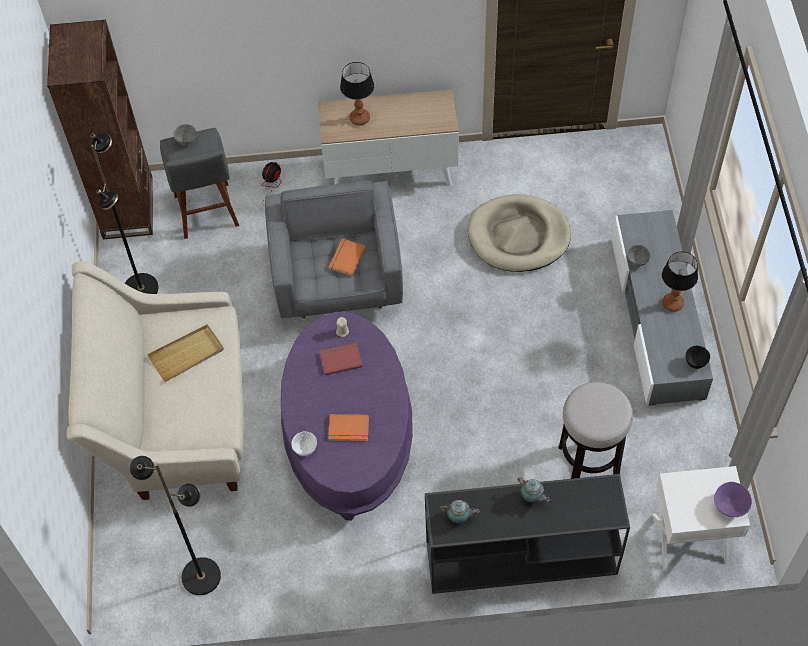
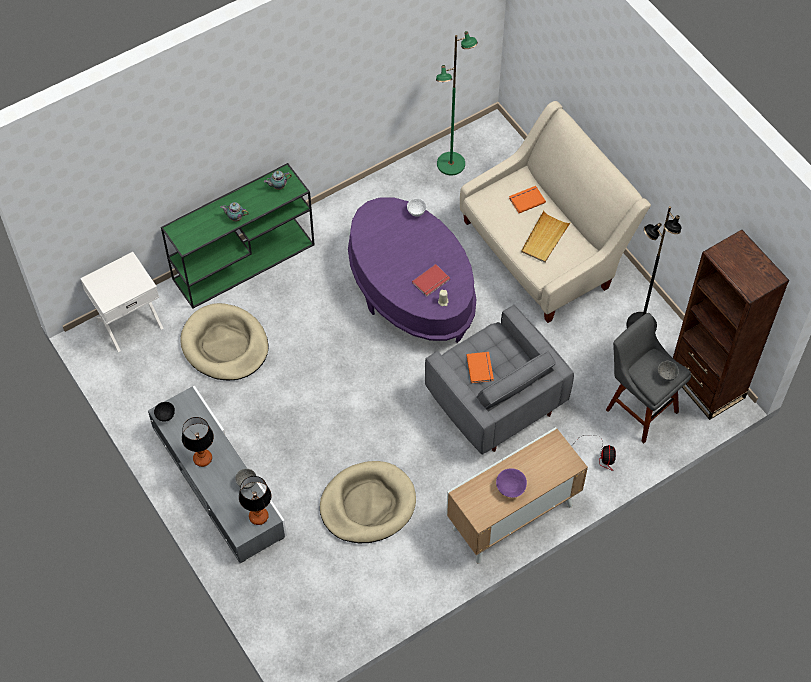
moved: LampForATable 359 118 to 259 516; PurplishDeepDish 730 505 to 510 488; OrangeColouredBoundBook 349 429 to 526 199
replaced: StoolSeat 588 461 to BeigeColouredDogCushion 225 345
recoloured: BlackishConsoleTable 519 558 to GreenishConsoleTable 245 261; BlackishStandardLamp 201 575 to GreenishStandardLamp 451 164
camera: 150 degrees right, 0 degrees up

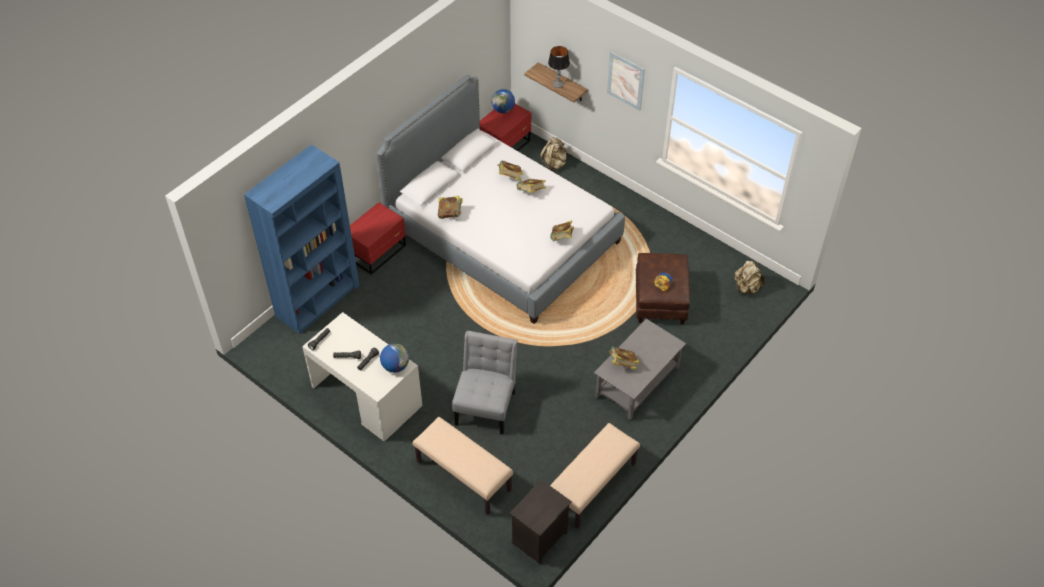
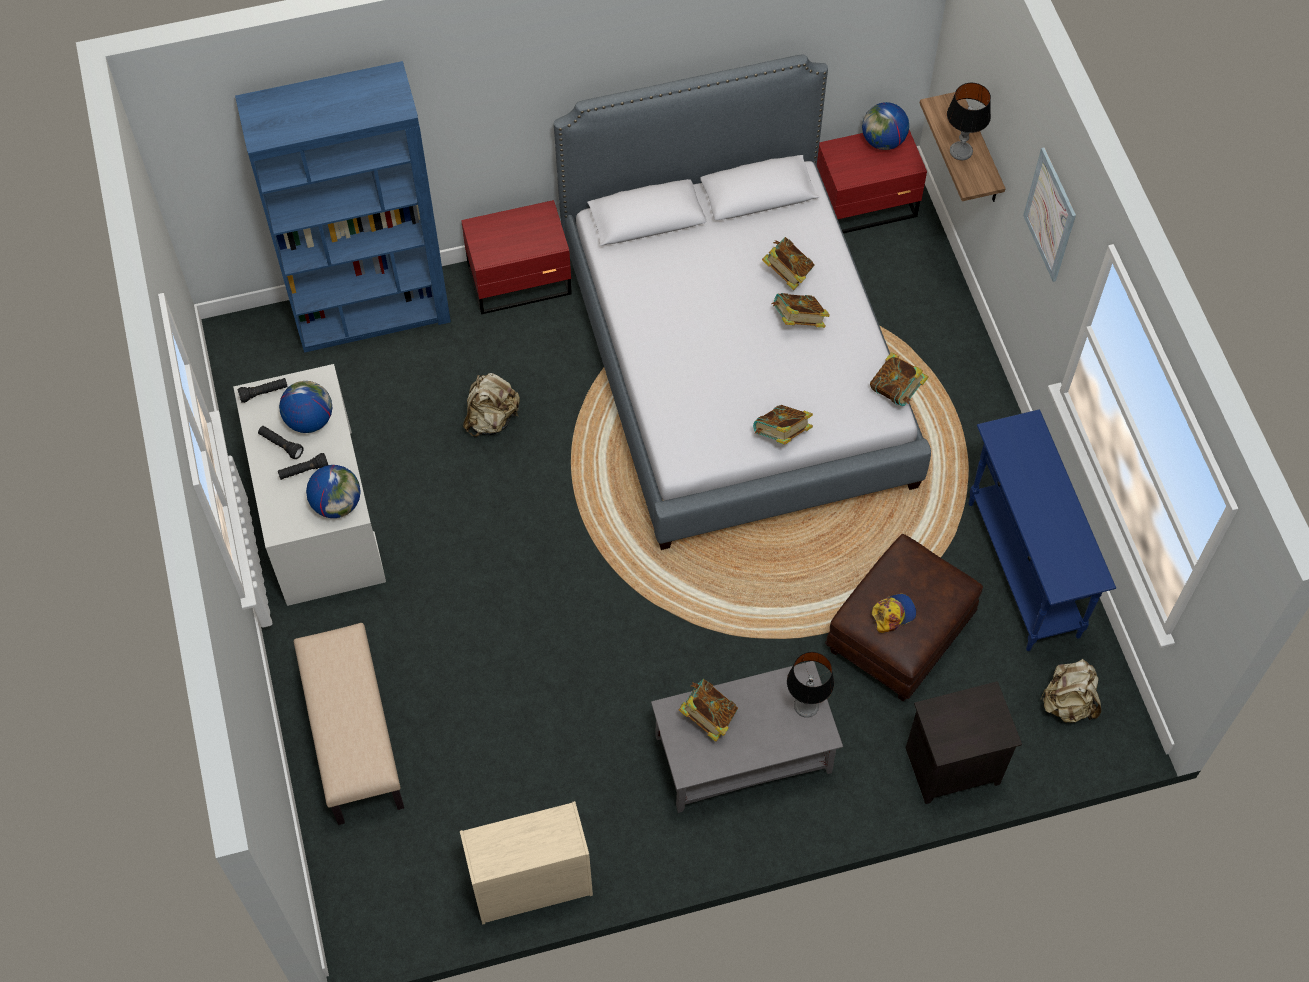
removed: GreyPlainChair 486 405
added: DeskGlobe 309 420; LampForATable 806 706; BlueColouredConsoleTable 1023 569
moved: BeigeColouredRucksack 554 164 to 492 419; BoundBook 450 214 to 896 390; BlackishNightTable 540 539 to 951 768
replaced: BeigeColouredBench 593 486 to BeigeColouredDresser 529 885
camera: 35 degrees right, 10 degrees up

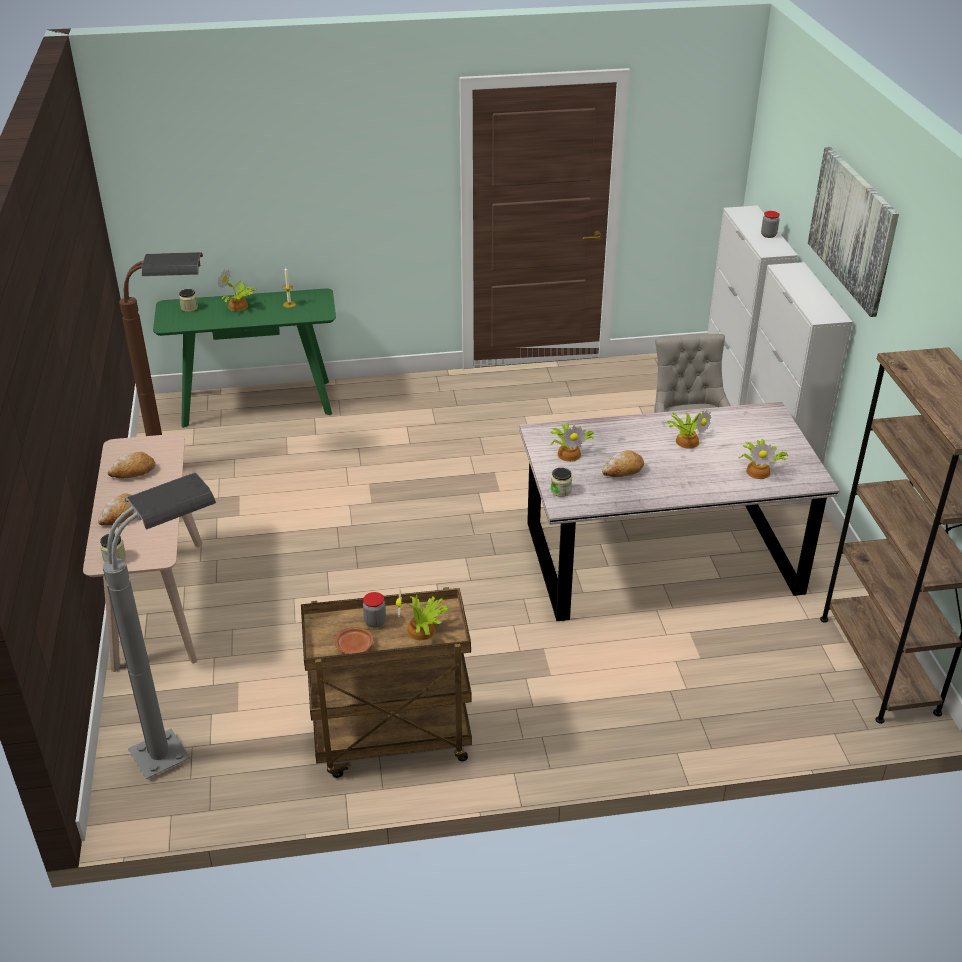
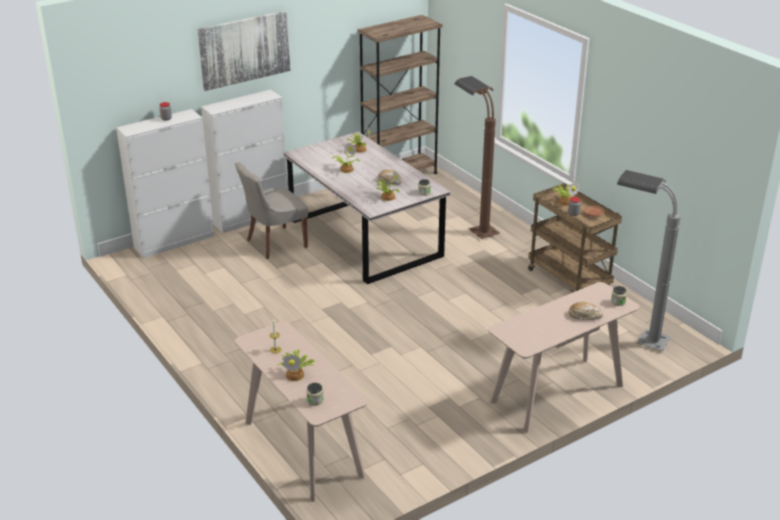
removed: BakedBread 133 472
moved: BrownishStandardLamp 186 469 to 474 226
recoloured: GreenishConsoleTable 257 403 to BeigeColouredConsoleTable 302 449
camera: 115 degrees left, 5 degrees down

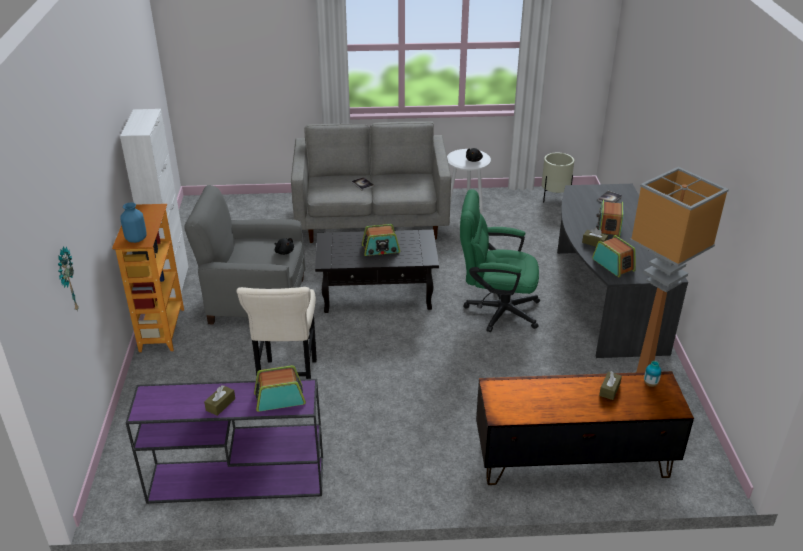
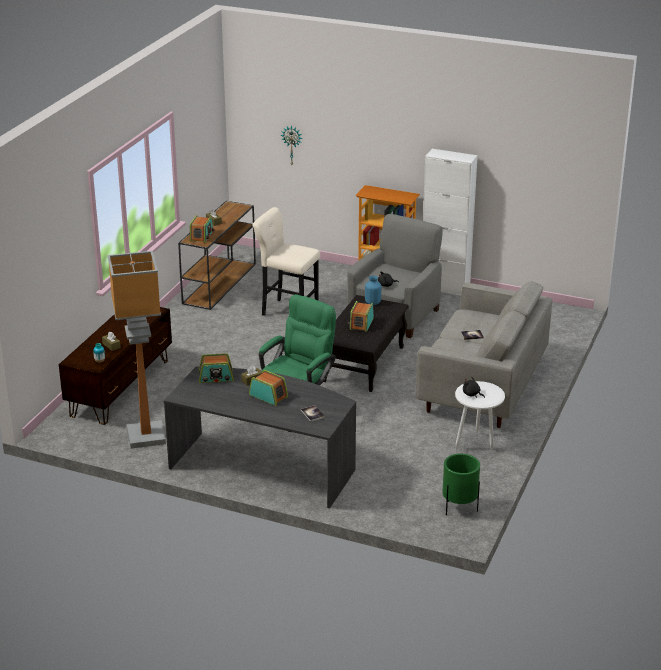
moved: BlueColouredFlowerVase 136 239 to 372 303
recoloured: PurplishConsoleTable 235 480 to BrownishConsoleTable 220 283; BeigeColouredPlantPot 554 198 to GreenishPlantPot 459 507
camera: 115 degrees right, 5 degrees down

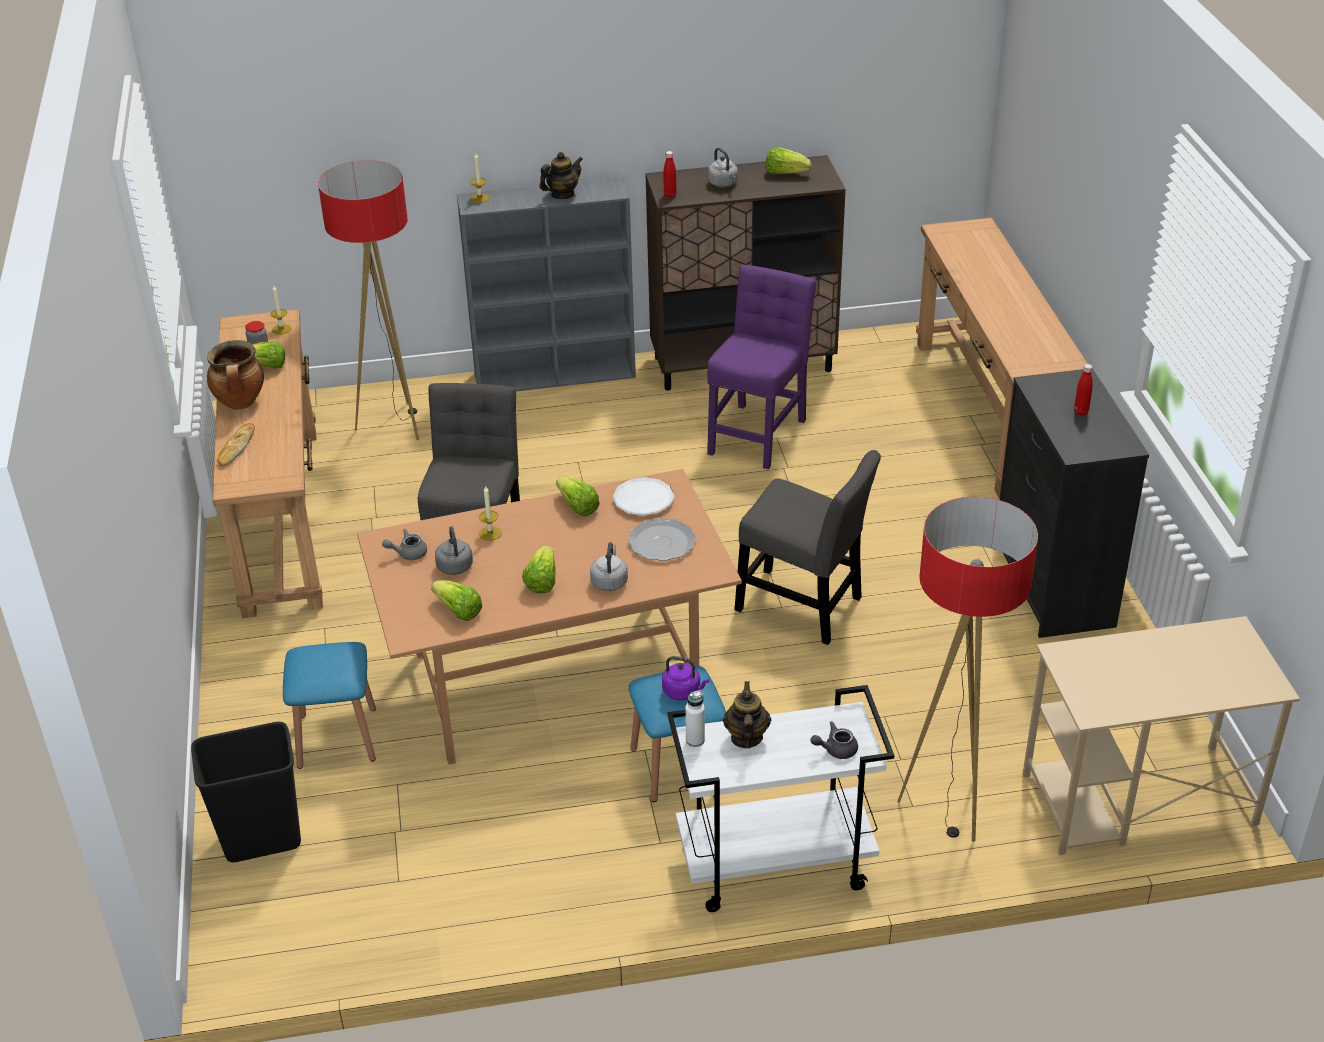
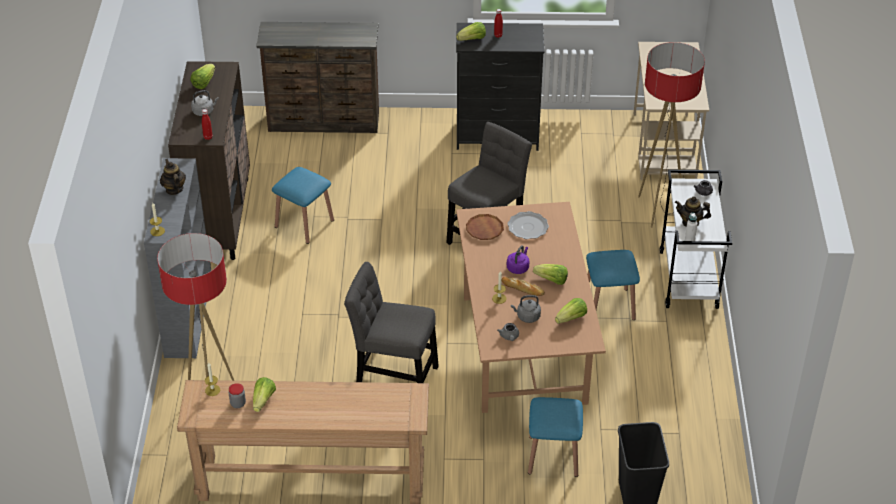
removed: Saucepot 241 403; GreyTeaKettle 609 581
moved: HeadOfLettuce 577 507 to 472 39; BakedBread 236 448 to 522 288; PurplishTeaKettle 683 691 to 518 267
replaced: BrownishConsoleTable 988 412 to BrownishDresser 324 122; PurplishPlainChair 758 433 to BlueColouredStoolSeat 304 223
recoloured: WhitishDinnerPlate 643 500 to BrownishDinnerPlate 484 229
camera: 80 degrees left, 5 degrees up

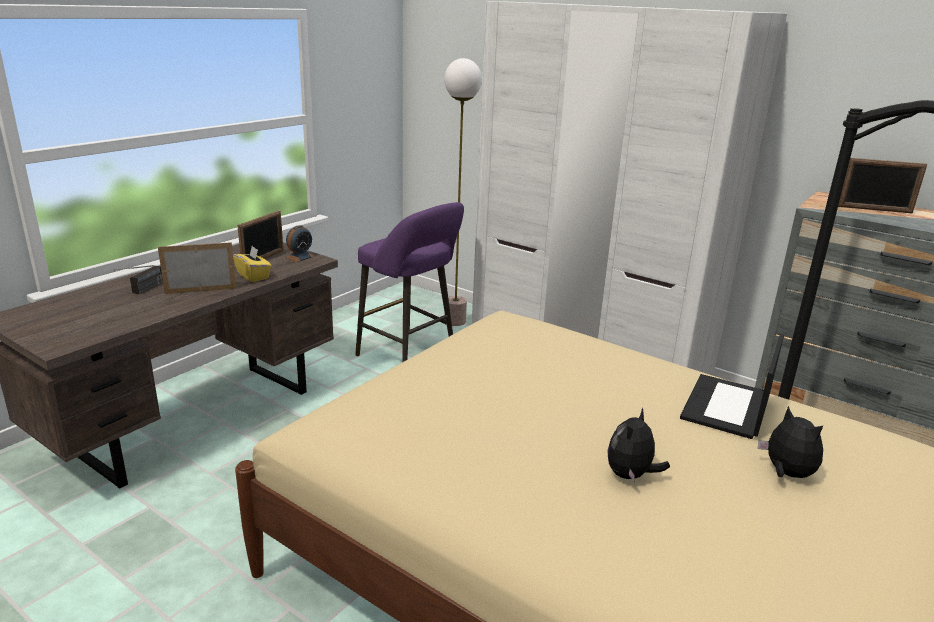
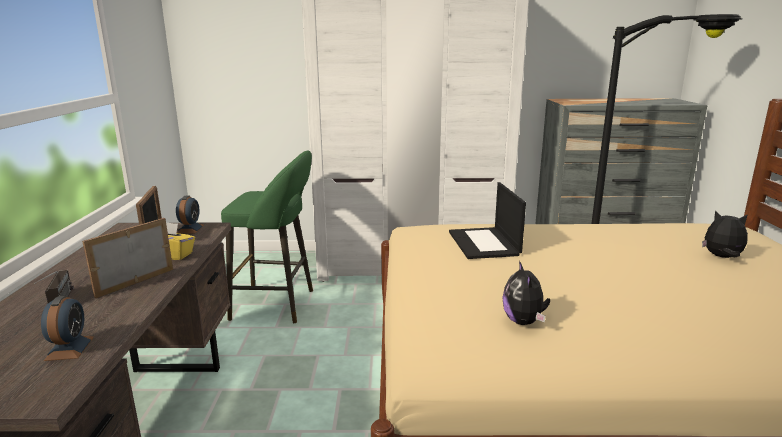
removed: StandardLamp 455 321; PhotoFrame 874 209
added: BedsideClock 69 348
moved: NotebookComputer 727 407 to 484 243; CuddlyToy 631 475 to 524 322
recoloured: PurplishStoolSeat 410 357 to GreenishStoolSeat 278 305
camera: 35 degrees left, 5 degrees down

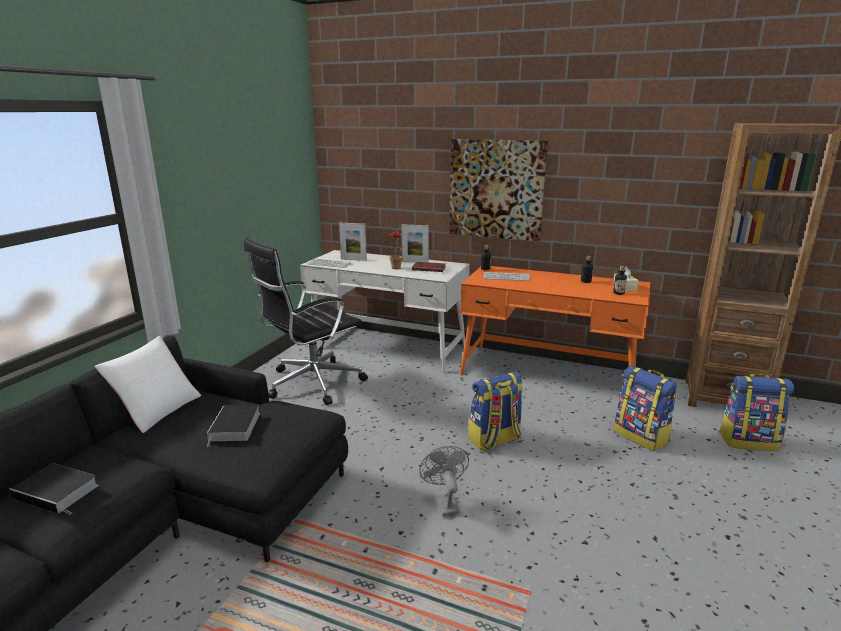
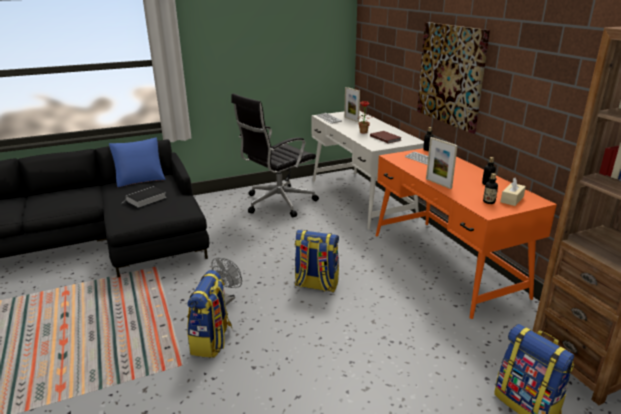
removed: BoundBook 58 492
moved: Rucksack 641 436 to 212 341; PhotoFrame 415 262 to 438 183
recoloured: WhitishPillow 157 409 to BlueColouredPillow 140 179
turned: BlackishComputerChair 311 383 = 277 203 45 degrees counterclockwise
camera: 45 degrees right, 5 degrees up

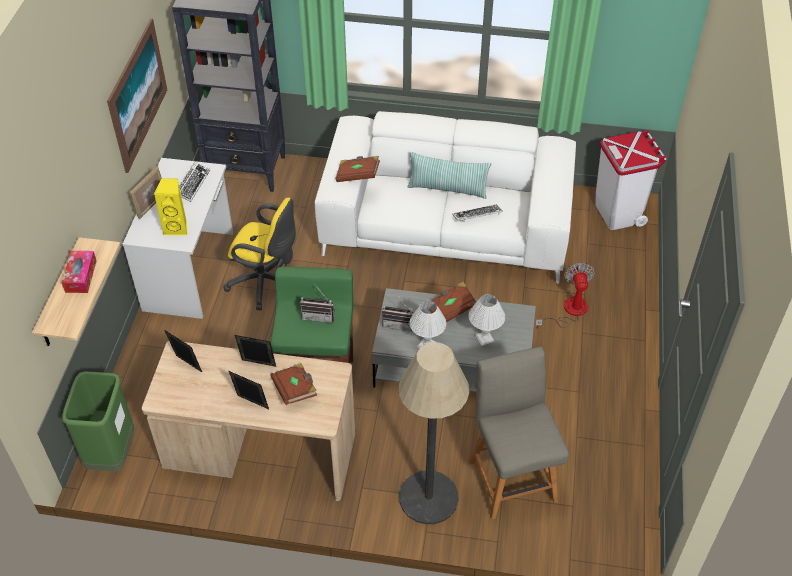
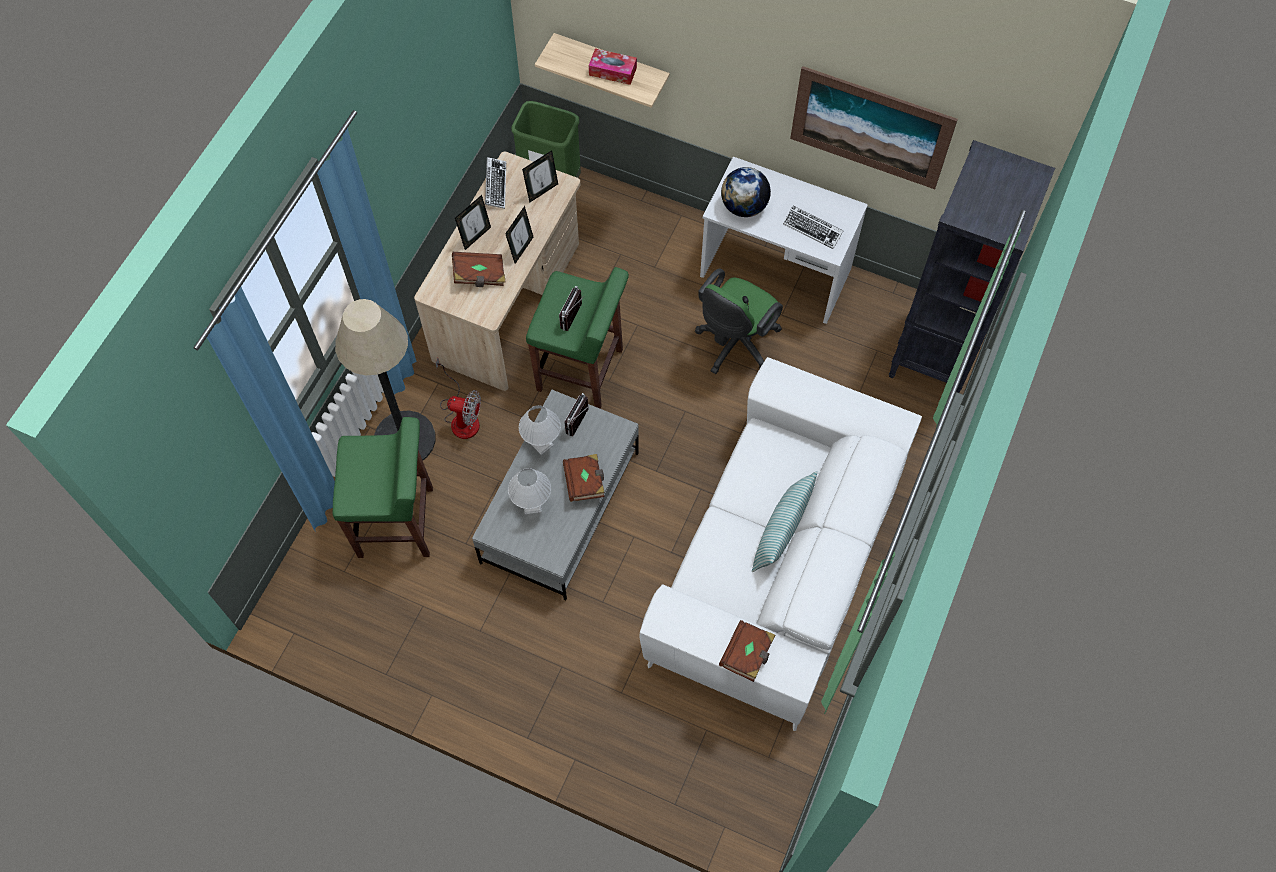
removed: PhotoFrame 151 205; WhitishTrashCan 618 213
moved: ElectricFan 568 311 to 461 417; PcKeyboard 477 215 to 495 185; BrownishBoundBook 358 175 to 747 654
replaced: GreyPlainChair 511 478 to GreenishStoolSeat 398 522; YellowColouredAudioSpeaker 177 227 to DeskGlobe 744 206
recoloured: YellowColouredComputerChair 267 284 to GreenishComputerChair 734 345
camera: 105 degrees right, 15 degrees up

